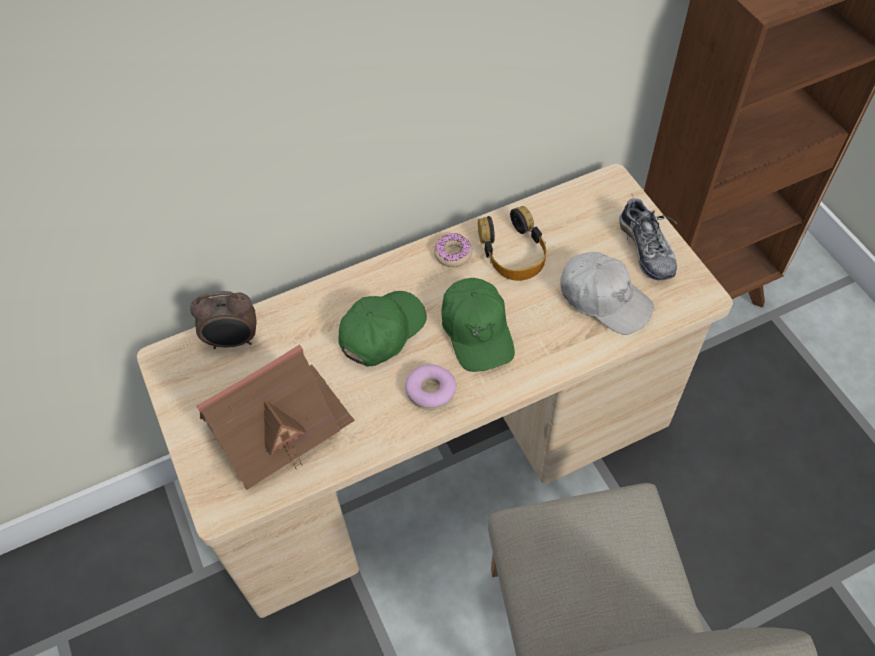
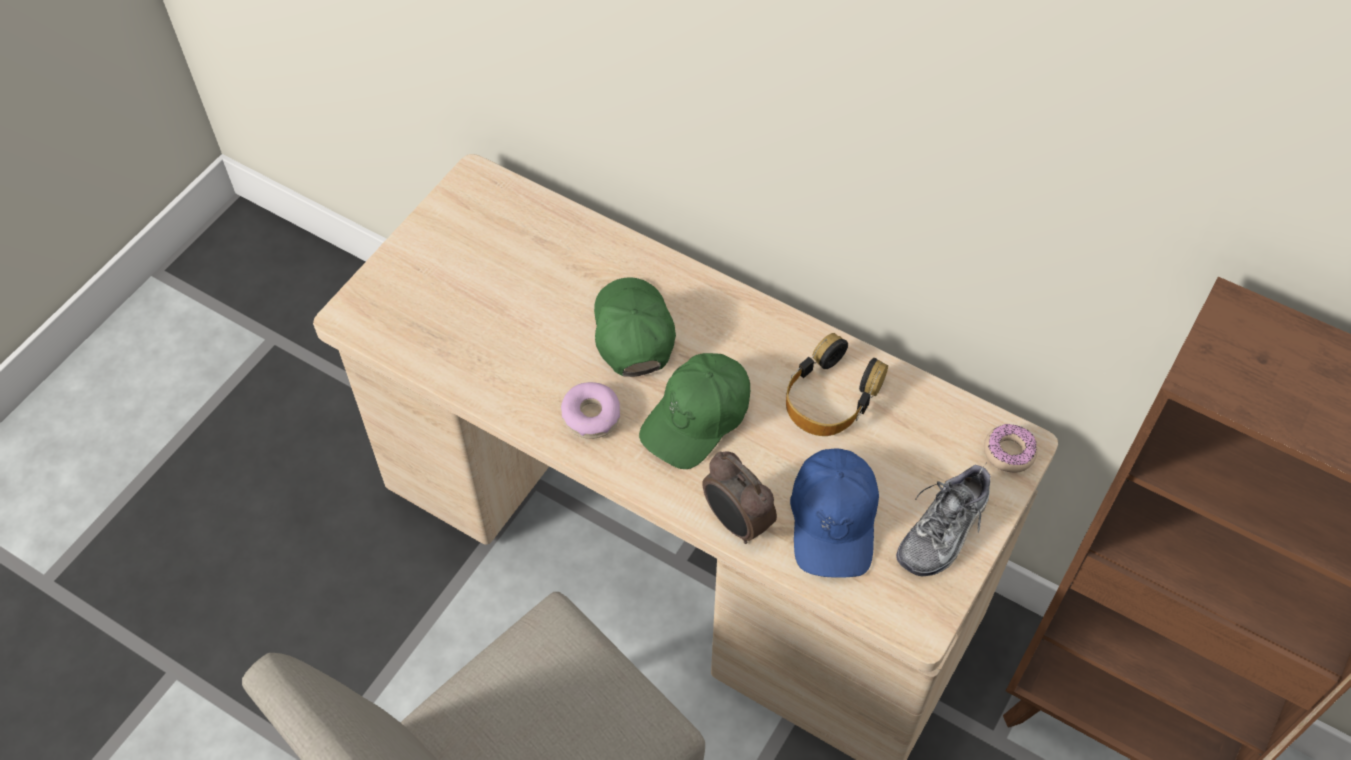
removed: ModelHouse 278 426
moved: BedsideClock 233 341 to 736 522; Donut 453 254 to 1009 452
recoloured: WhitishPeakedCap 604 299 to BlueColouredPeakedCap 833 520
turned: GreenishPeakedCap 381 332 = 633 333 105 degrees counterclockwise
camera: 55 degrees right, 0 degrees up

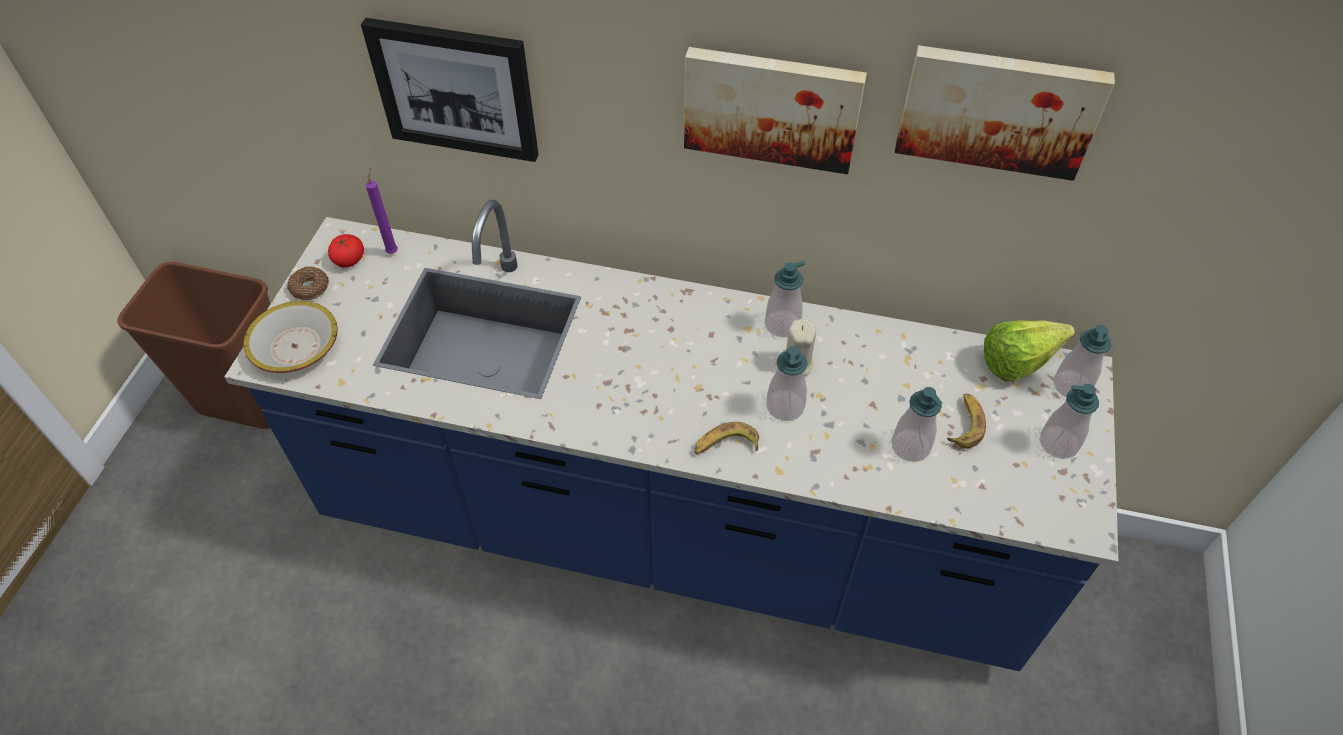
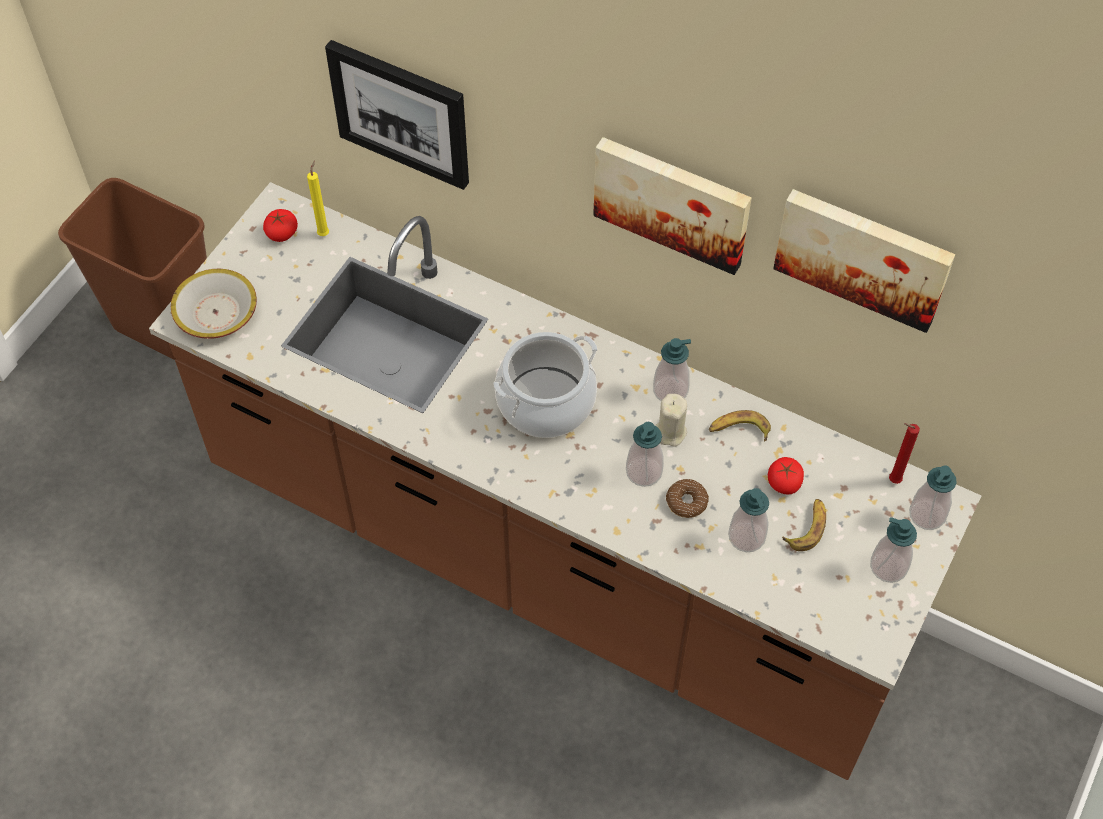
added: Saucepot 546 402; WholeTomato 783 482
moved: Donut 310 288 to 686 502; BananaFruit 725 445 to 739 430
replaced: HeadOfLettuce 1025 361 to RedWaxCandle 892 480
recoloured: BlueColouredCounter 671 533 to BrownishCounter 551 562; PurplishWaxCandle 393 251 to YellowColouredWaxCandle 324 233
camera: 15 degrees right, 5 degrees up

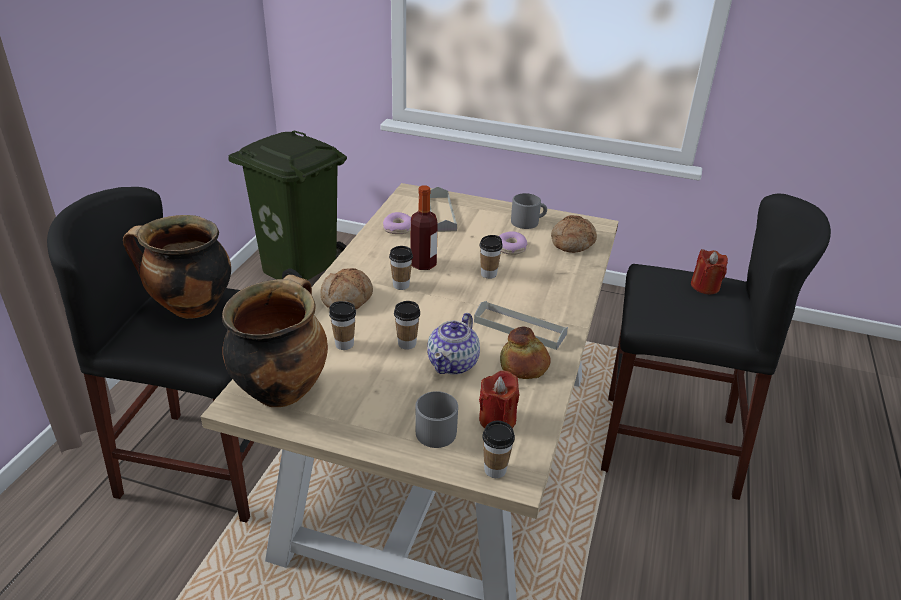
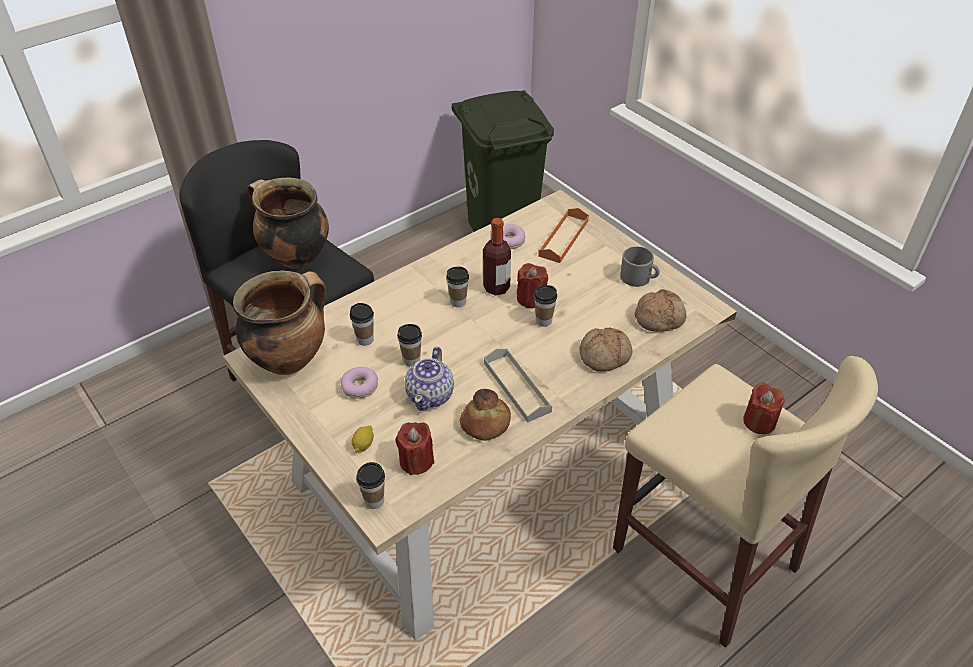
added: RedWaxCandle 531 299
moved: Donut 511 248 to 360 387; BakedBread 348 299 to 605 356
replaced: GreyTeaMug 434 428 to CitrusFruit 363 444
recoloured: GreyTray 441 213 to OrangeColouredTray 563 238; BlackishStoolSeat 668 444 to BeigeColouredStoolSeat 704 558
turned: Teapot 453 363 = 431 395 45 degrees counterclockwise
camera: 35 degrees right, 10 degrees up

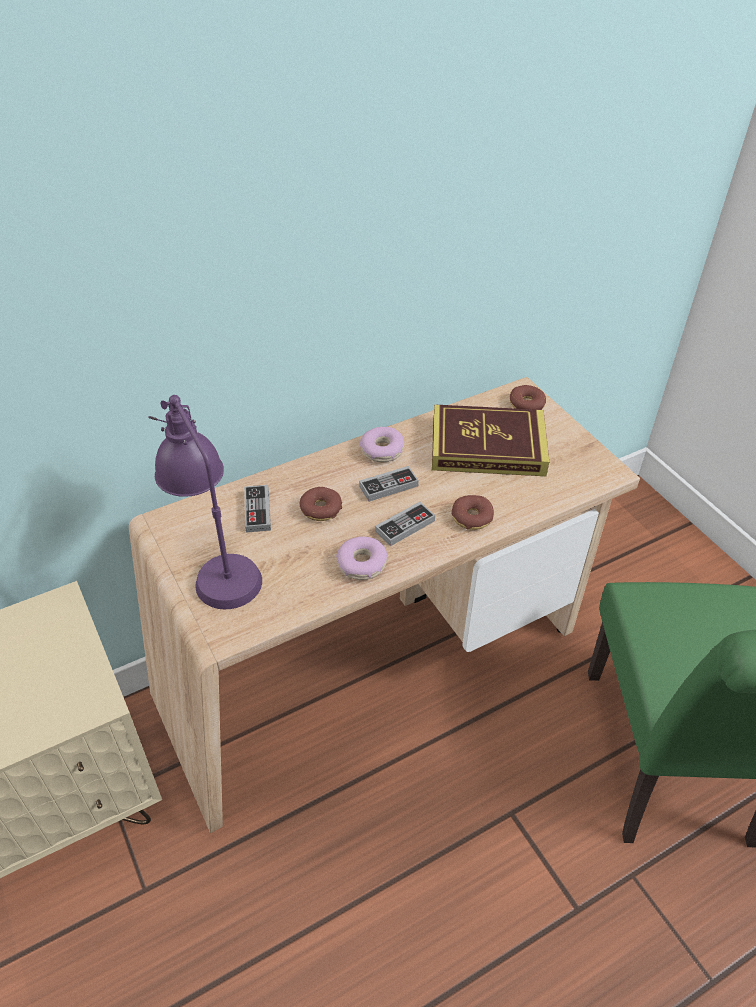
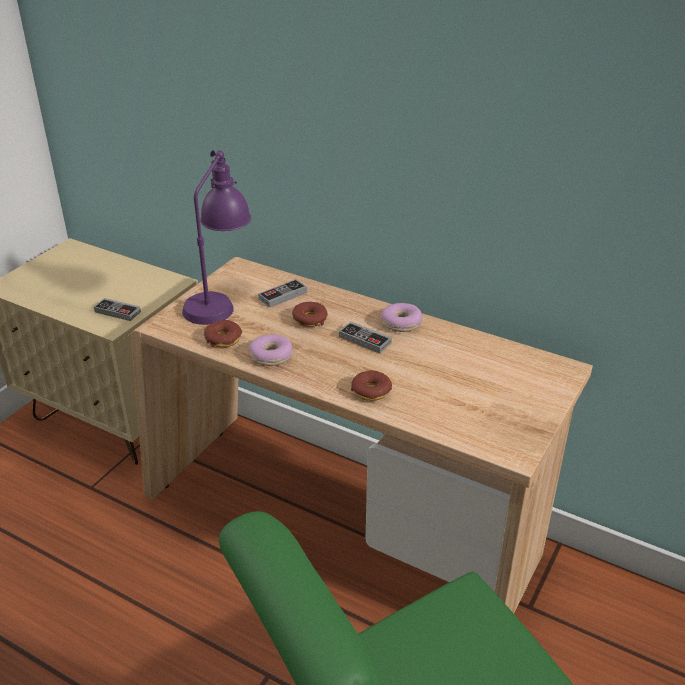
removed: BoundBook 487 446
moved: Joypad 405 526 to 117 312; Donut 526 404 to 223 339
camera: 60 degrees right, 10 degrees down

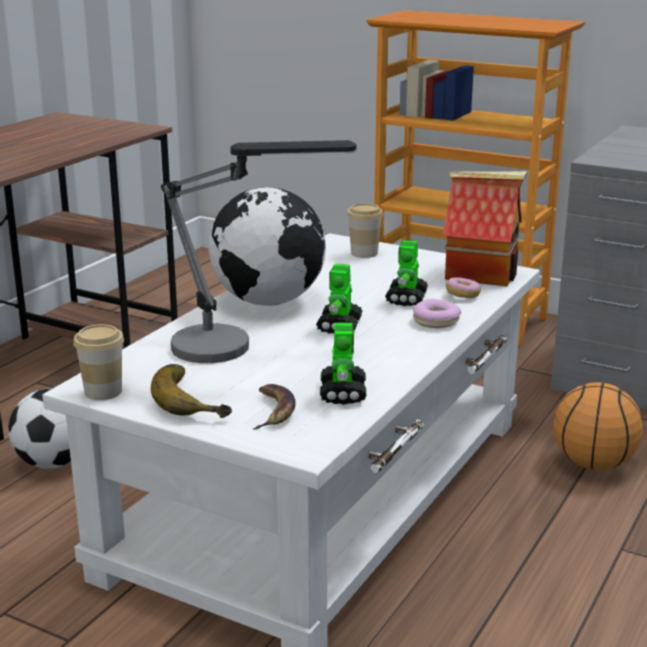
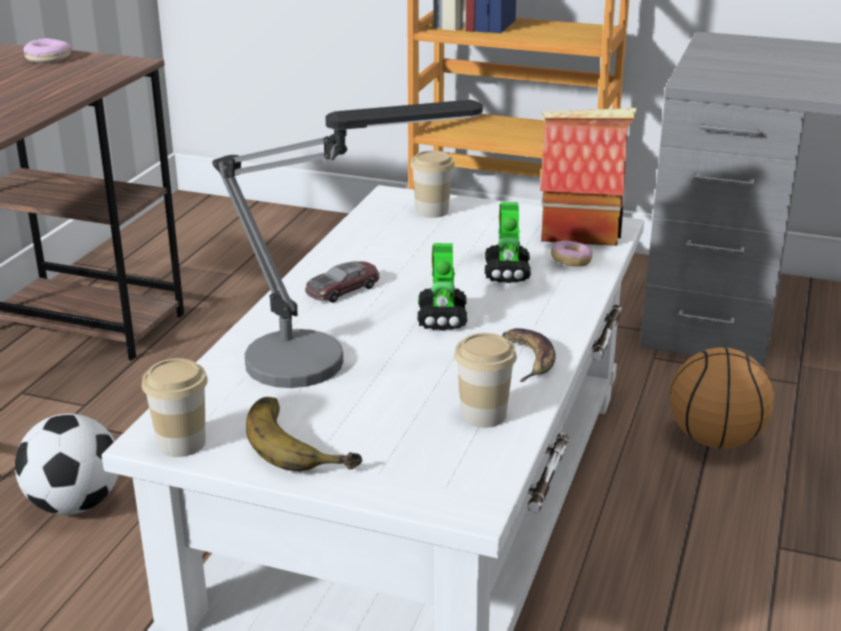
moved: Donut 436 321 to 48 58; BananaFruit 273 410 to 527 358
replaced: DeskGlobe 269 301 to ModelCar 343 289; RobotFigure 343 392 to DrinkingCup 483 415
camera: 10 degrees left, 5 degrees up

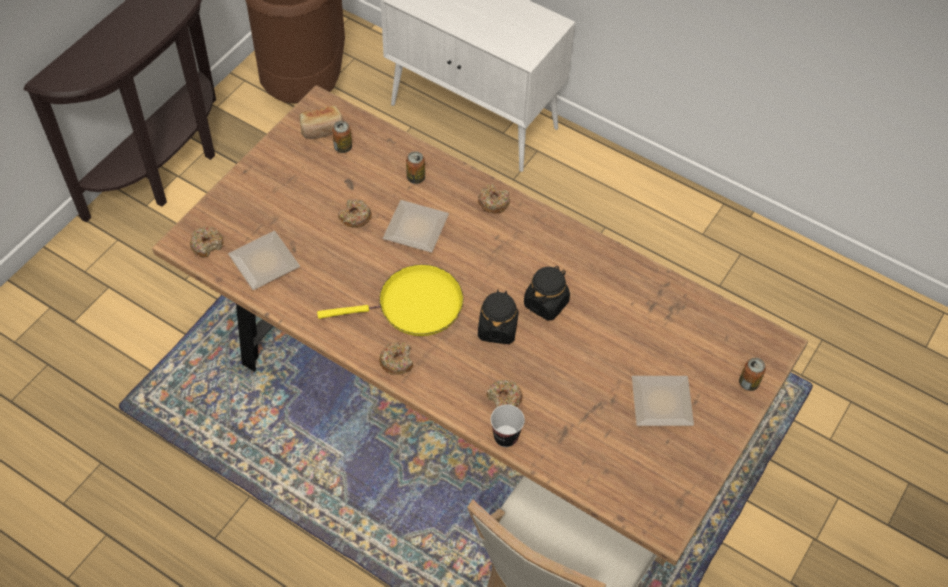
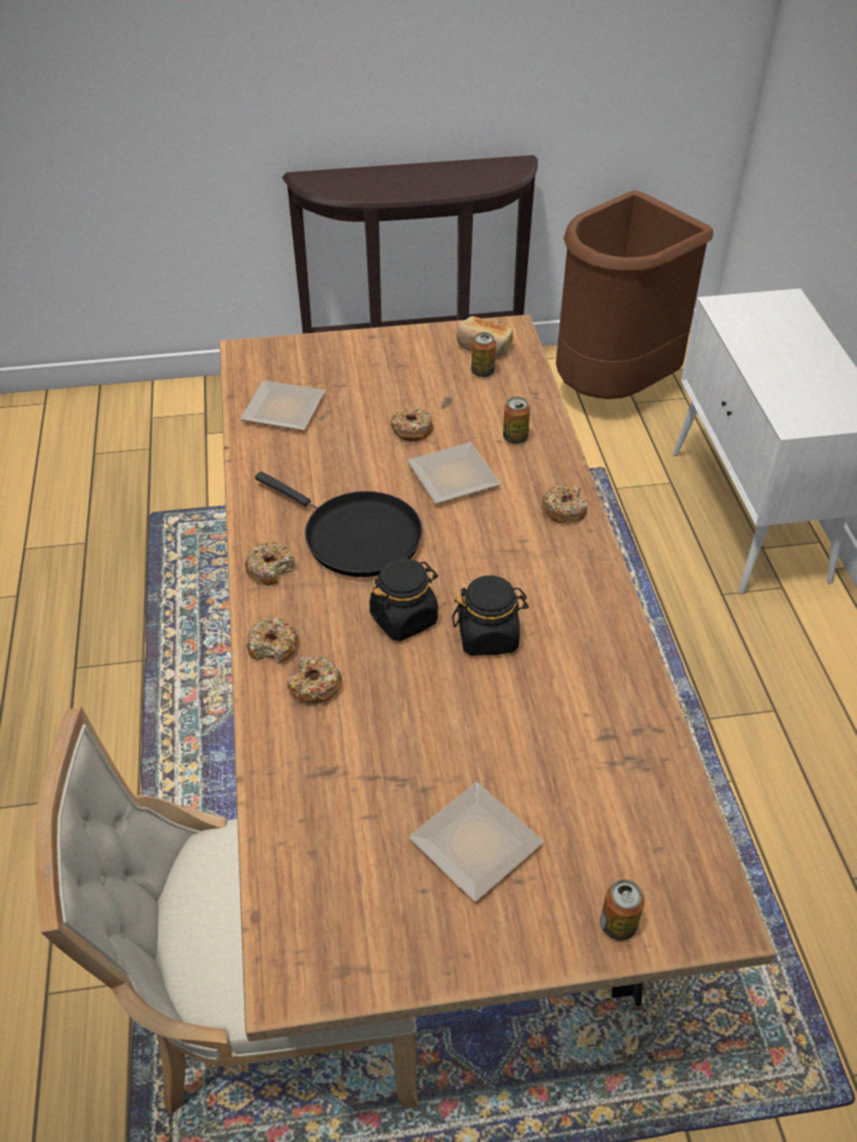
removed: DrinkingCup 505 437
moved: Donut 207 245 to 273 646
recoloured: YellowColouredSkillet 414 305 to BlackishSkillet 356 536
camera: 50 degrees right, 10 degrees down

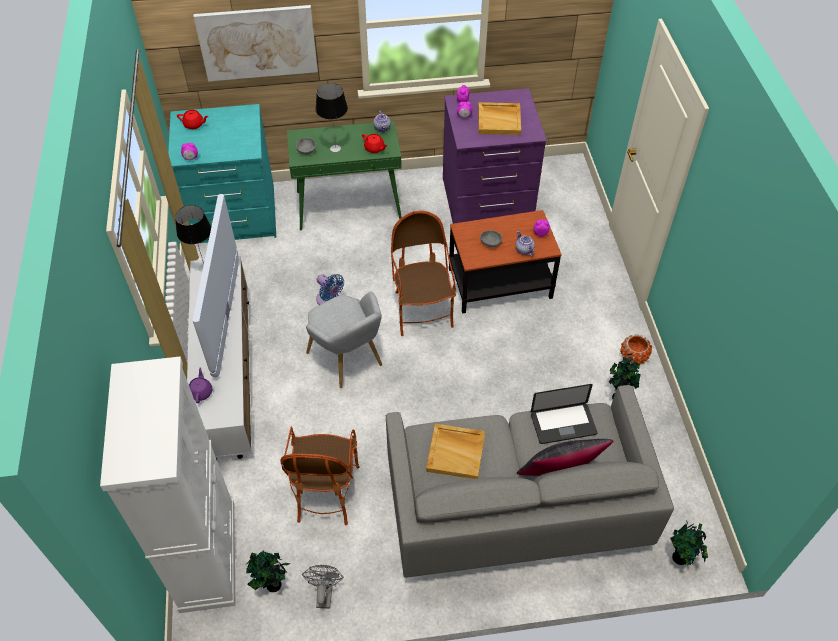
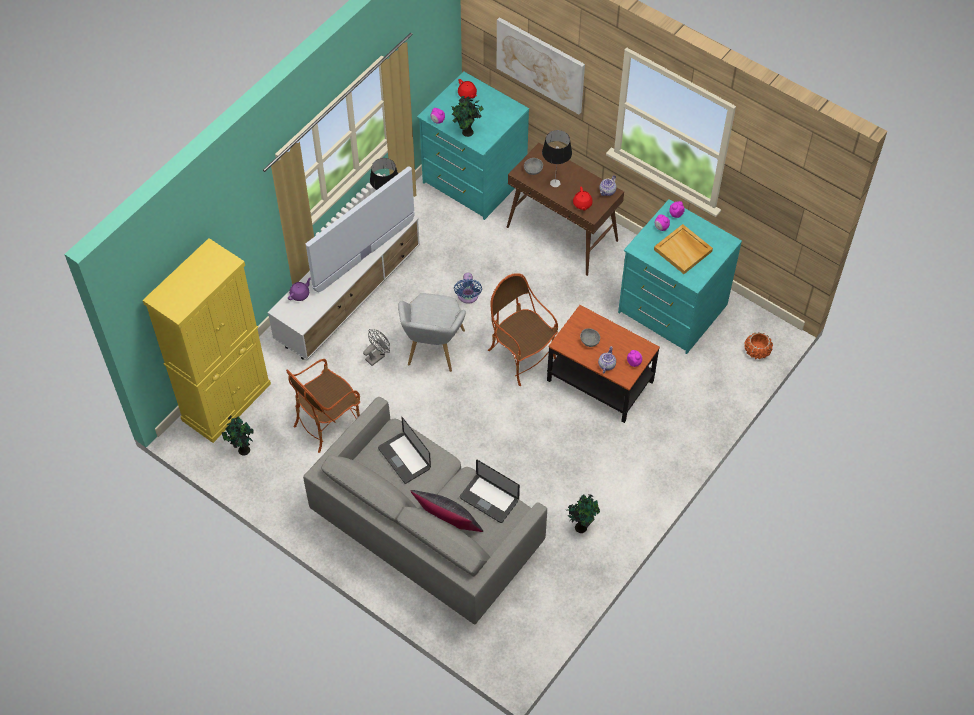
moved: GreyElectricFan 324 592 to 377 356; PottedPlant 680 559 to 467 133; OrangeColouredPlantPot 634 356 to 757 351
replaced: BeigeColouredTray 456 452 to NotebookComputer 404 458
recoloured: WhitishStorageCabinet 208 555 to YellowColouredStorageCabinet 226 402; GreenishConsoleTable 349 206 to BrownishConsoleTable 563 234; PurplishDresser 487 200 to BlueGreenDresser 671 309
turned: Armchair 422 311 = 521 356 75 degrees counterclockwise
camera: 45 degrees right, 5 degrees up

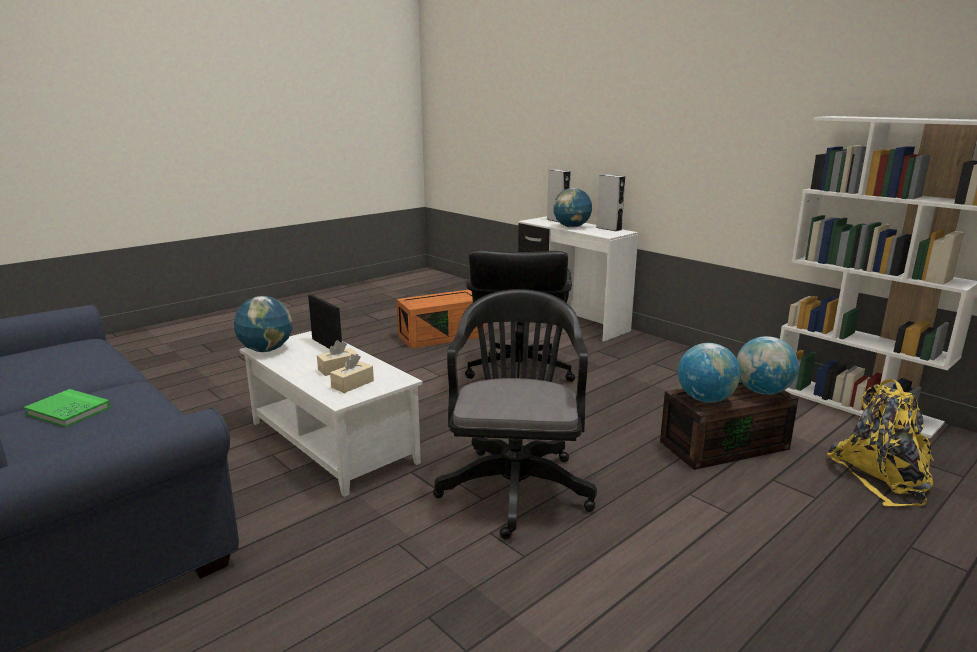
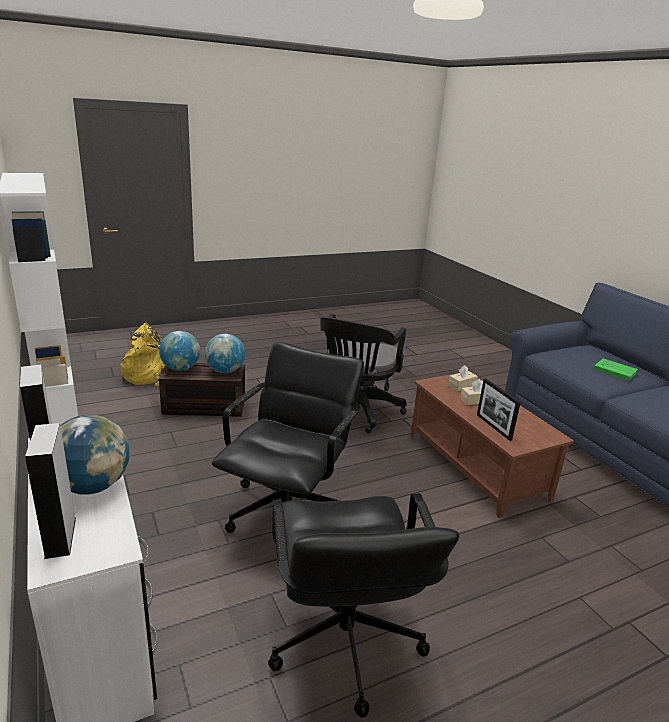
removed: DeskGlobe 266 350
replaced: OrangeColouredStorageBin 442 335 to BlackishComputerChair 344 642
recoloured: WhitishCoffeeTable 330 442 to BrownishCoffeeTable 477 465
camera: 165 degrees left, 5 degrees up

